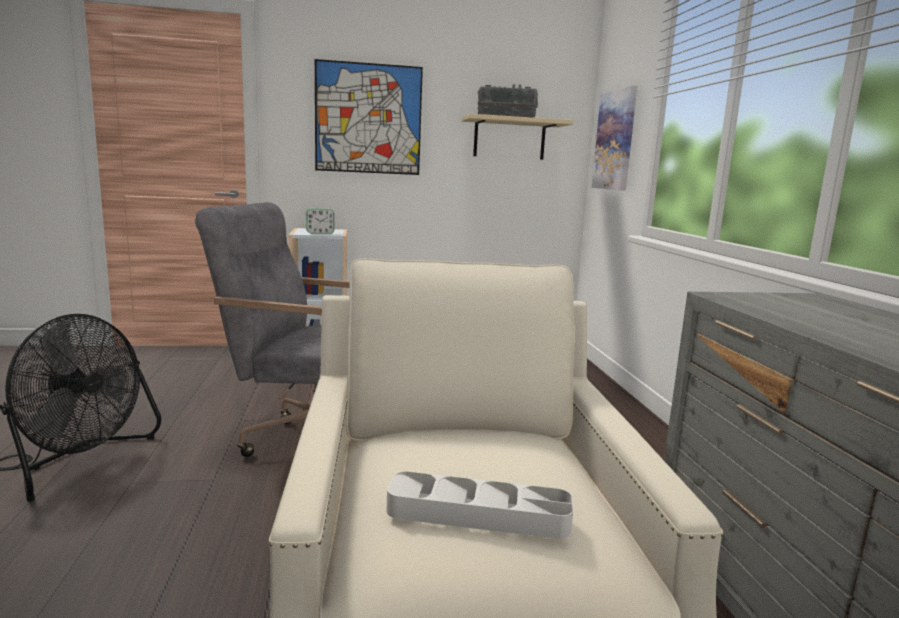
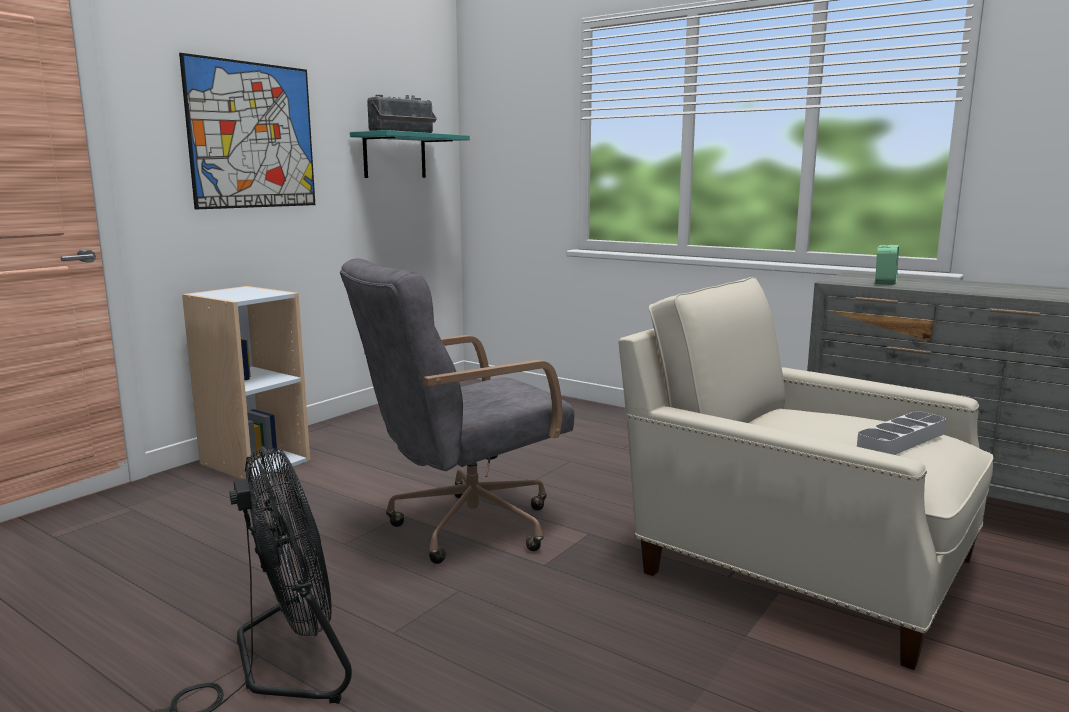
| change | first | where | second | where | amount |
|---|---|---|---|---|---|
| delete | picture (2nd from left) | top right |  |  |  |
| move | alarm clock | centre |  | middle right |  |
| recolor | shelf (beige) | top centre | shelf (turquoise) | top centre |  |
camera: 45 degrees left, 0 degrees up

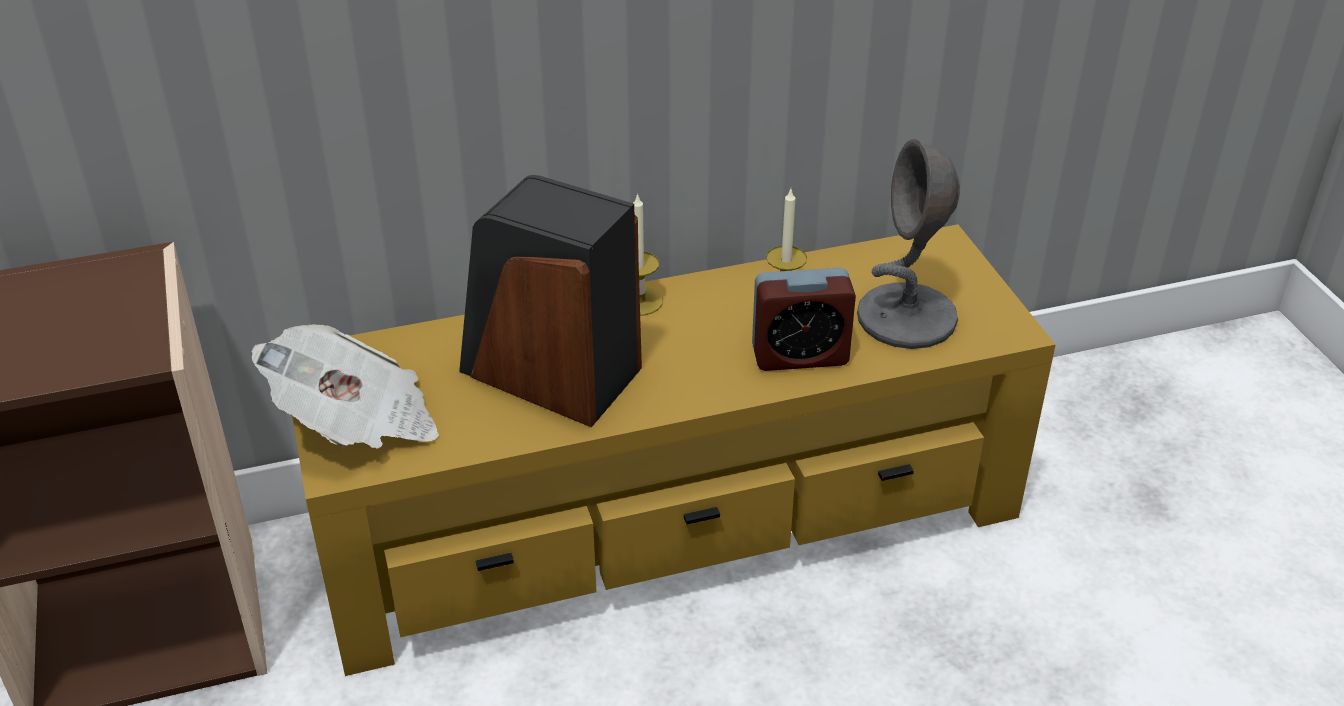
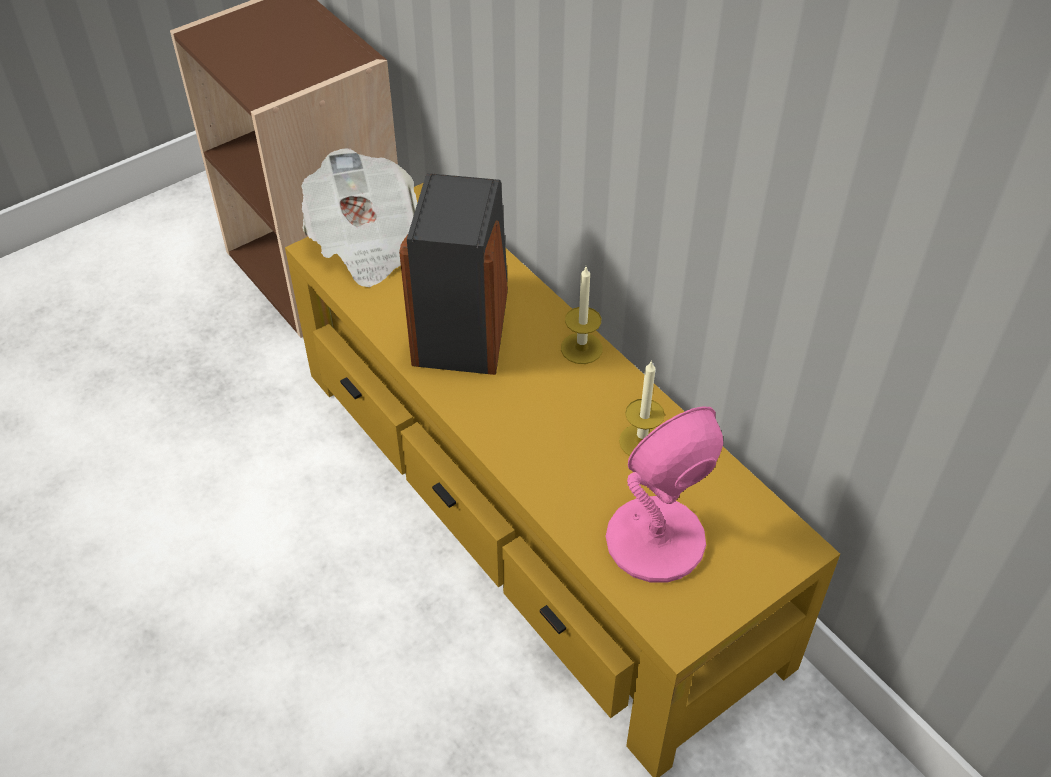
| change | first | where | second | where | amount |
|---|---|---|---|---|---|
| delete | alarm clock | centre |  |  |  |
| recolor | table lamp (grey) | middle right | table lamp (pink) | centre |  |
camera: 70 degrees right, 10 degrees up

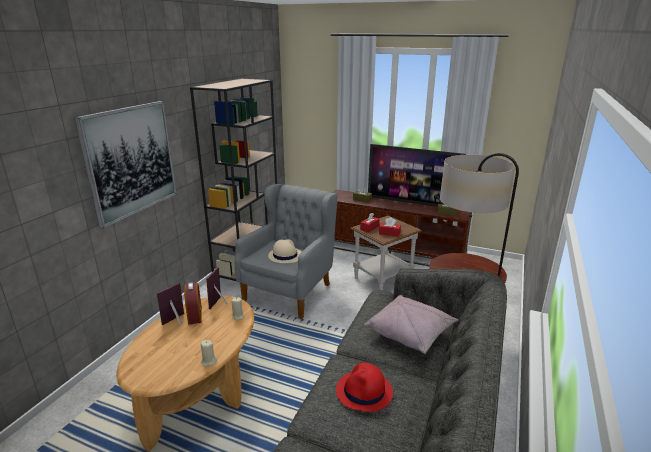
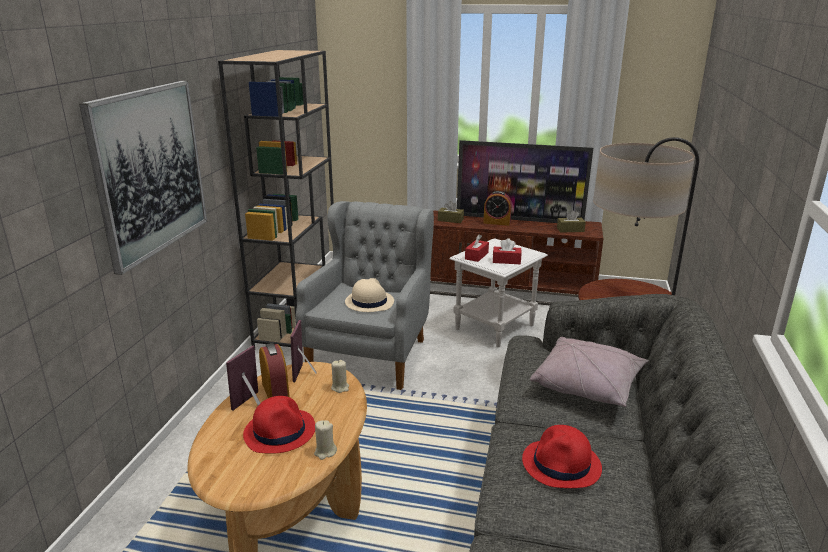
| change | first | where | second | where | amount |
|---|---|---|---|---|---|
| insert |  |  | hat (red) (1st from left) | bottom centre |  |
| insert |  |  | alarm clock (2nd from left) | centre |  |
| recolor | side table (brown) | centre | side table (white) | centre |  |
camera: 10 degrees left, 0 degrees up

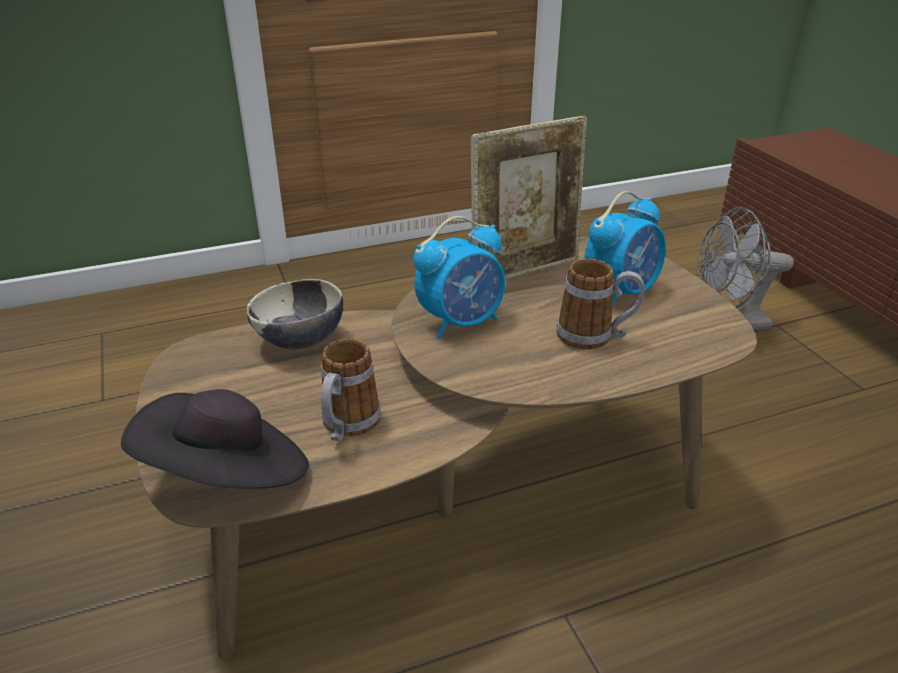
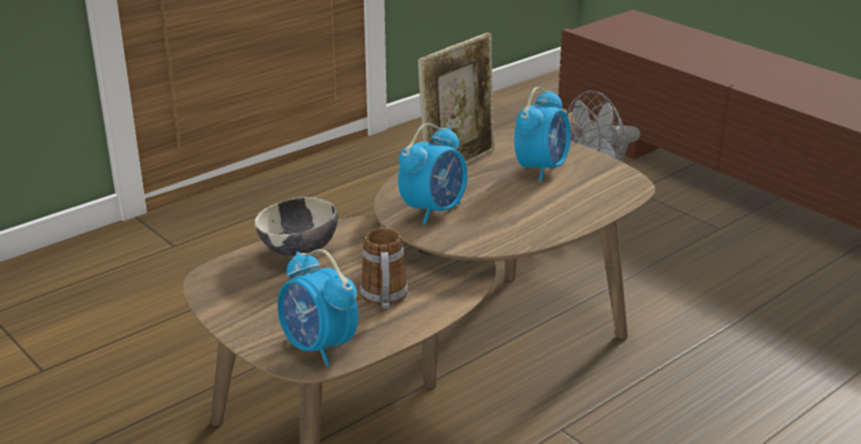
| change | first | where | second | where | amount |
|---|---|---|---|---|---|
| delete | mug (2nd from left) | middle right |  |  |  |
| replace | hat (black) | middle left | alarm clock (1st from left) | bottom centre |  |
camera: 20 degrees left, 5 degrees down

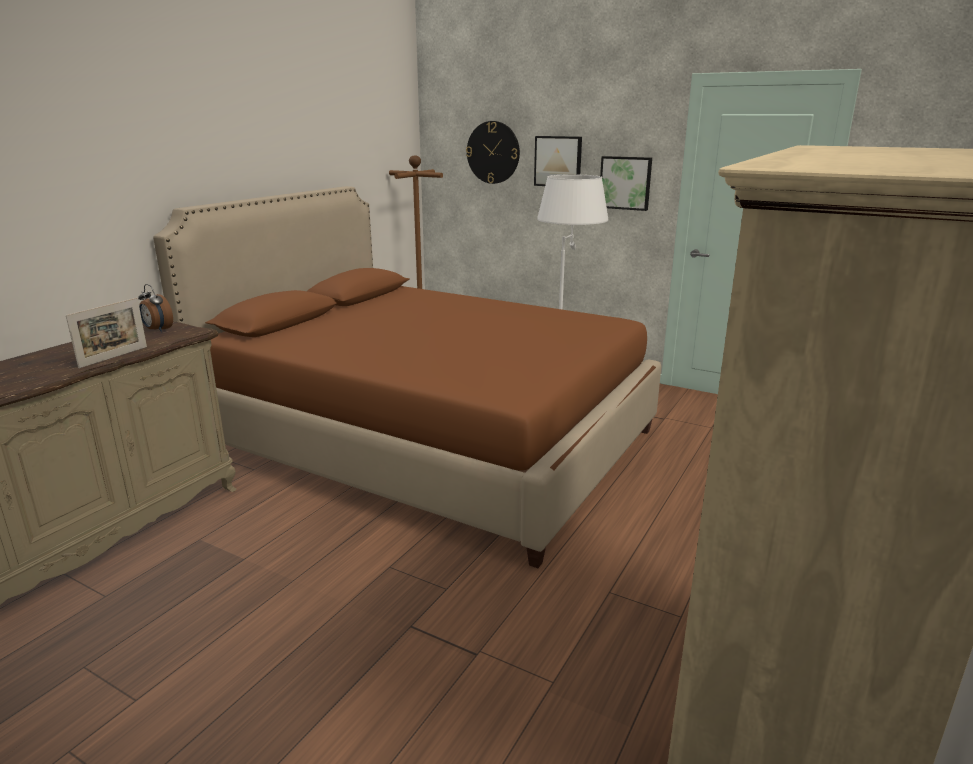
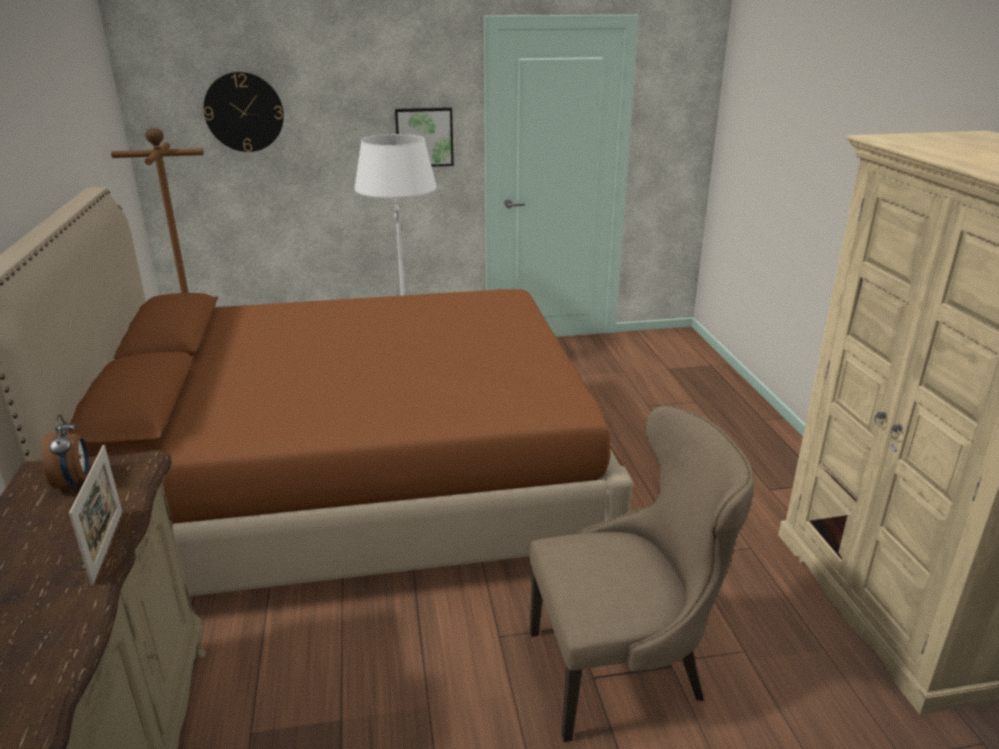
| change | first | where | second | where | amount |
|---|---|---|---|---|---|
| delete | picture (1st from left) | top centre |  |  |  |
| insert |  |  | chair (beige) | bottom centre |  |
| rotate | alarm clock | middle left |  | middle left | 105 degrees counterclockwise |
camera: 40 degrees left, 5 degrees up

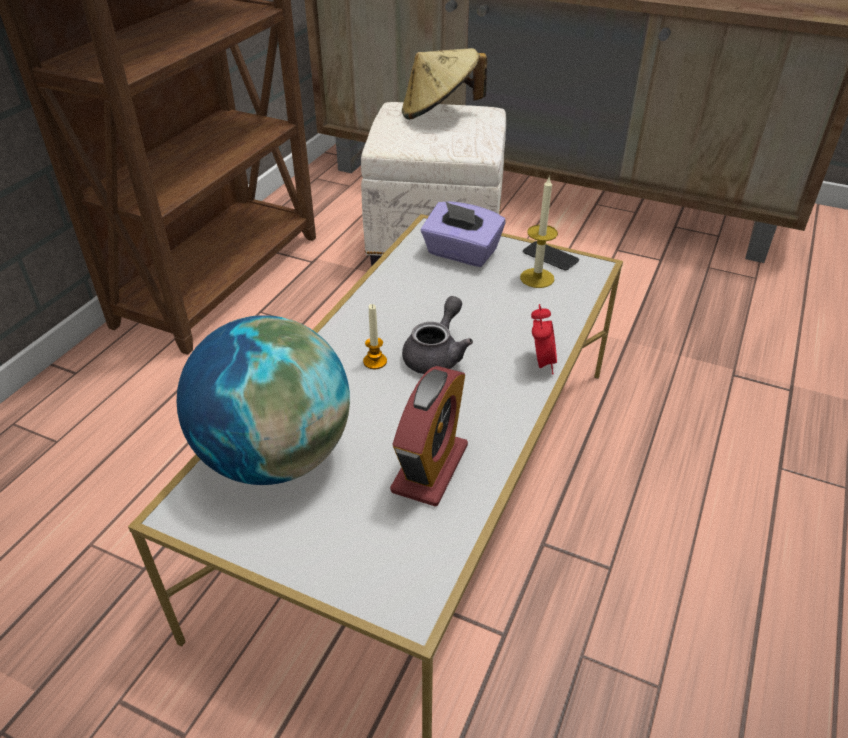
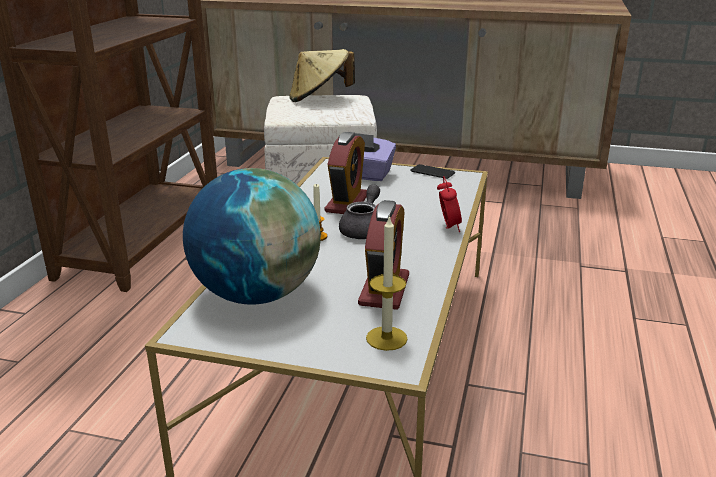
| change | first | where | second | where | amount |
|---|---|---|---|---|---|
| insert |  |  | alarm clock (1st from left) | centre |  |
| move | candle (2nd from left) | top centre |  | centre |  |
camera: 10 degrees left, 15 degrees down

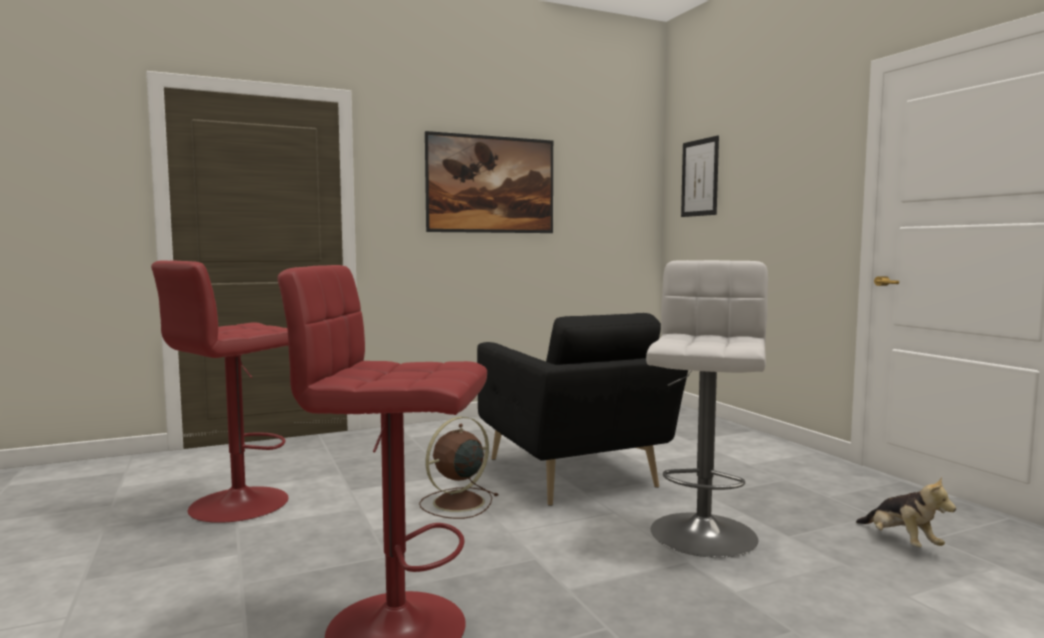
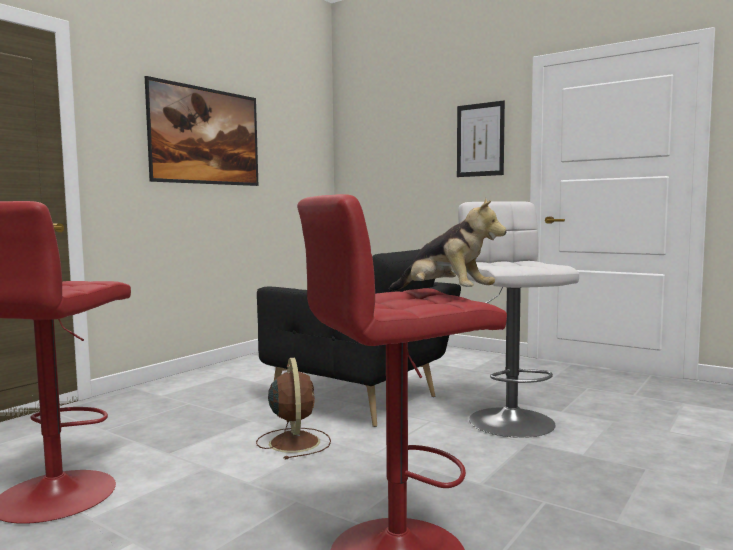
| change | first | where | second | where | amount |
|---|---|---|---|---|---|
| move | picture (2nd from left) | top right |  | top centre |  |
| move | plush toy | bottom right |  | centre |  |
| rotate | fan (brown) | bottom centre |  | bottom centre | 150 degrees clockwise |
camera: 30 degrees left, 0 degrees up

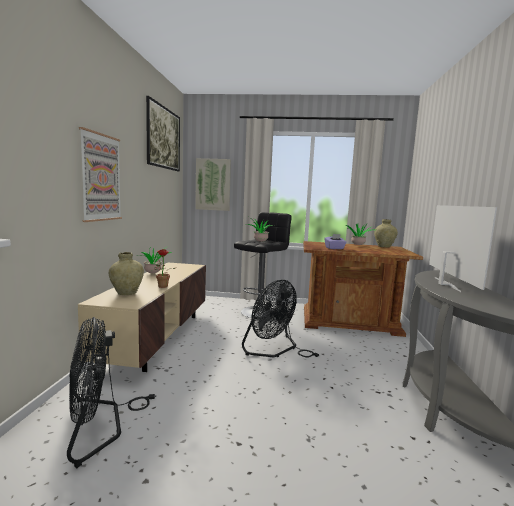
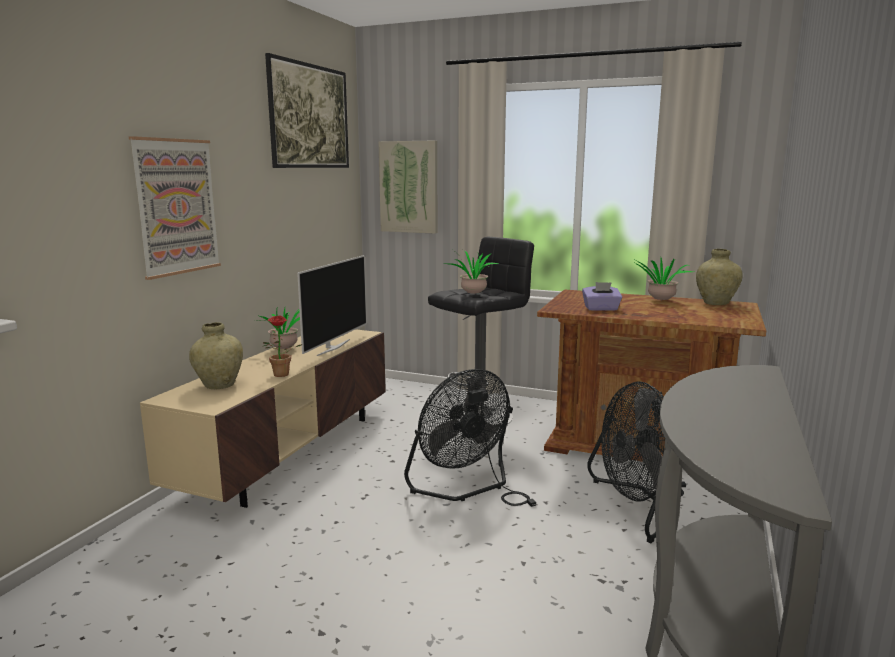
| change | first | where | second | where | amount |
|---|---|---|---|---|---|
| move | fan (black) (1st from left in the first image) | bottom left | fan (black) (2nd from left) | bottom right |  |
| move | television | middle right |  | centre |  |
camera: 15 degrees right, 5 degrees up

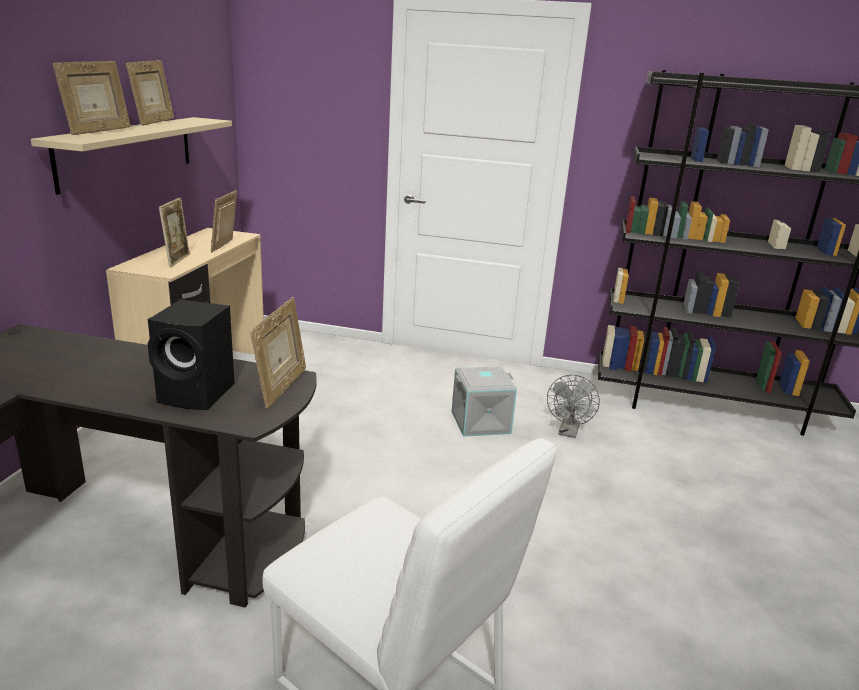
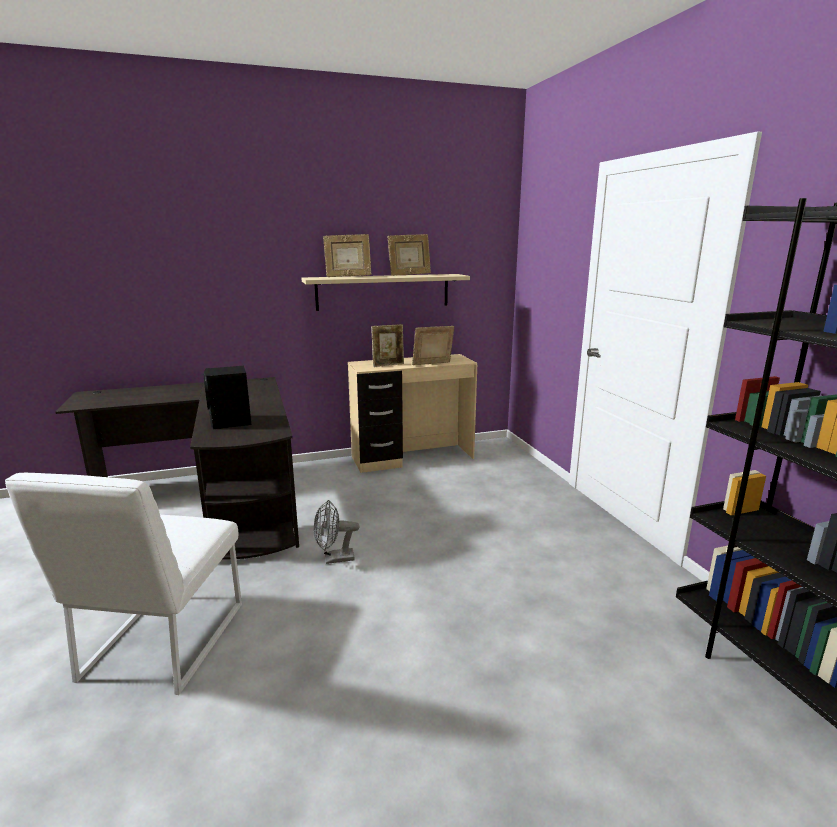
| change | first | where | second | where | amount |
|---|---|---|---|---|---|
| delete | picture frame (5th from left) | middle left |  |  |  |
| delete | storage box (grey) | centre |  |  |  |
| move | fan (grey) | middle right |  | centre |  |
camera: 60 degrees right, 5 degrees down

